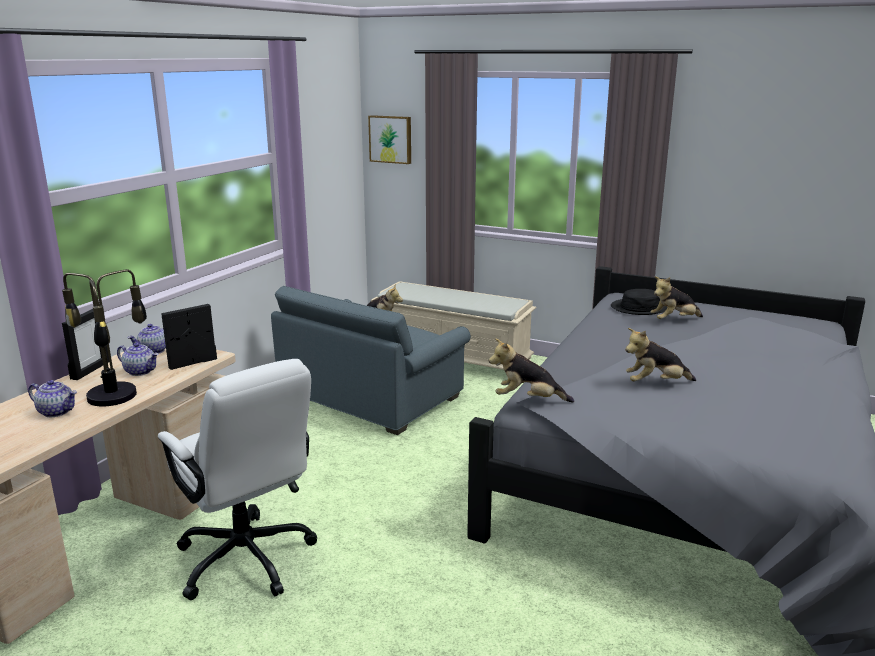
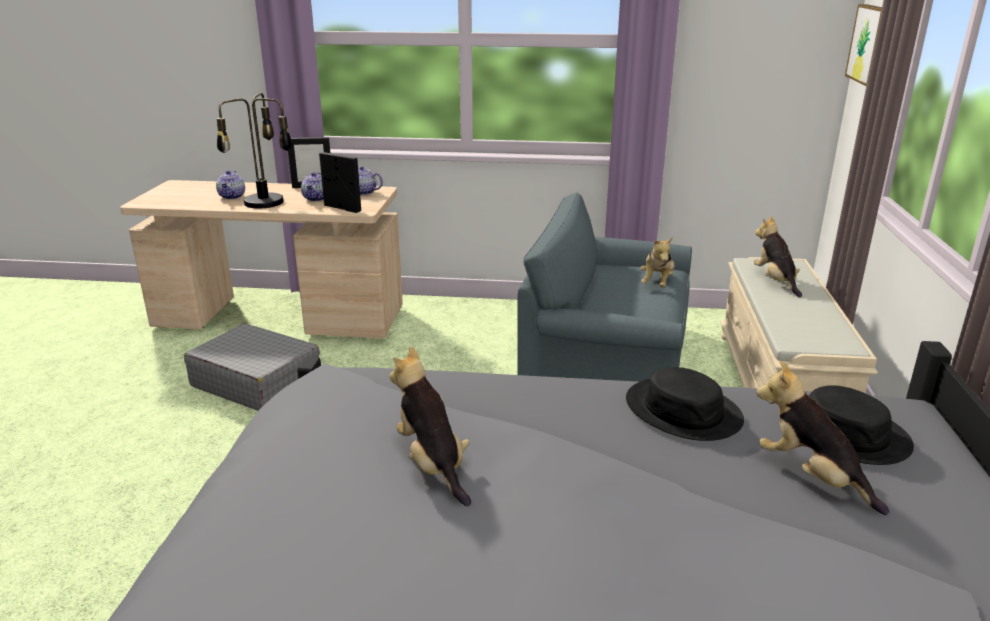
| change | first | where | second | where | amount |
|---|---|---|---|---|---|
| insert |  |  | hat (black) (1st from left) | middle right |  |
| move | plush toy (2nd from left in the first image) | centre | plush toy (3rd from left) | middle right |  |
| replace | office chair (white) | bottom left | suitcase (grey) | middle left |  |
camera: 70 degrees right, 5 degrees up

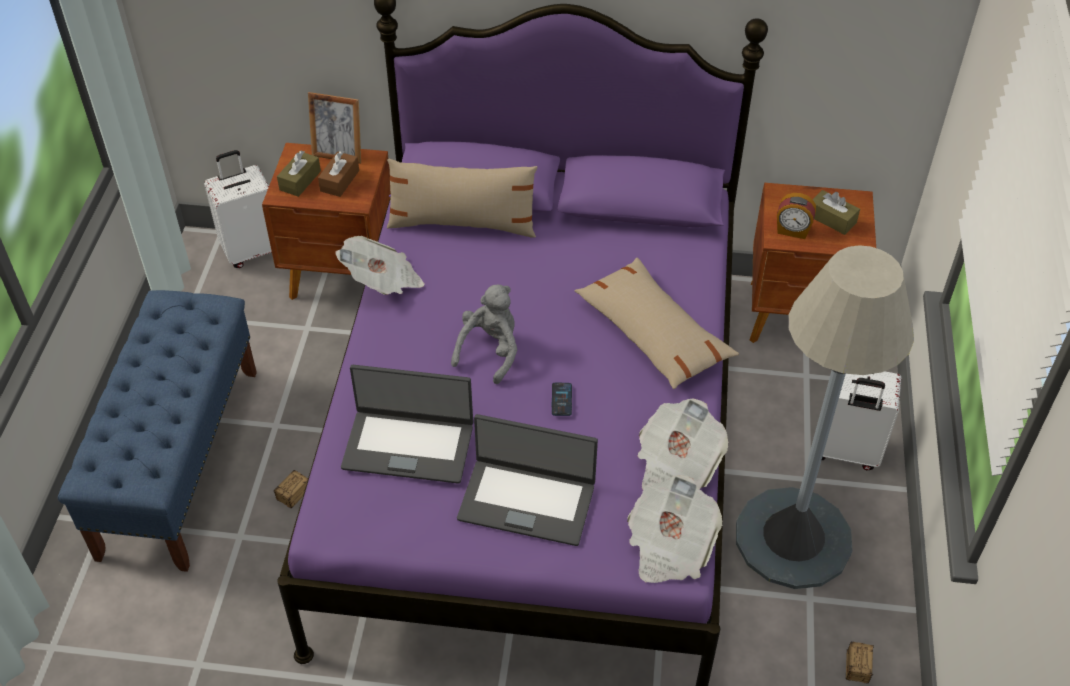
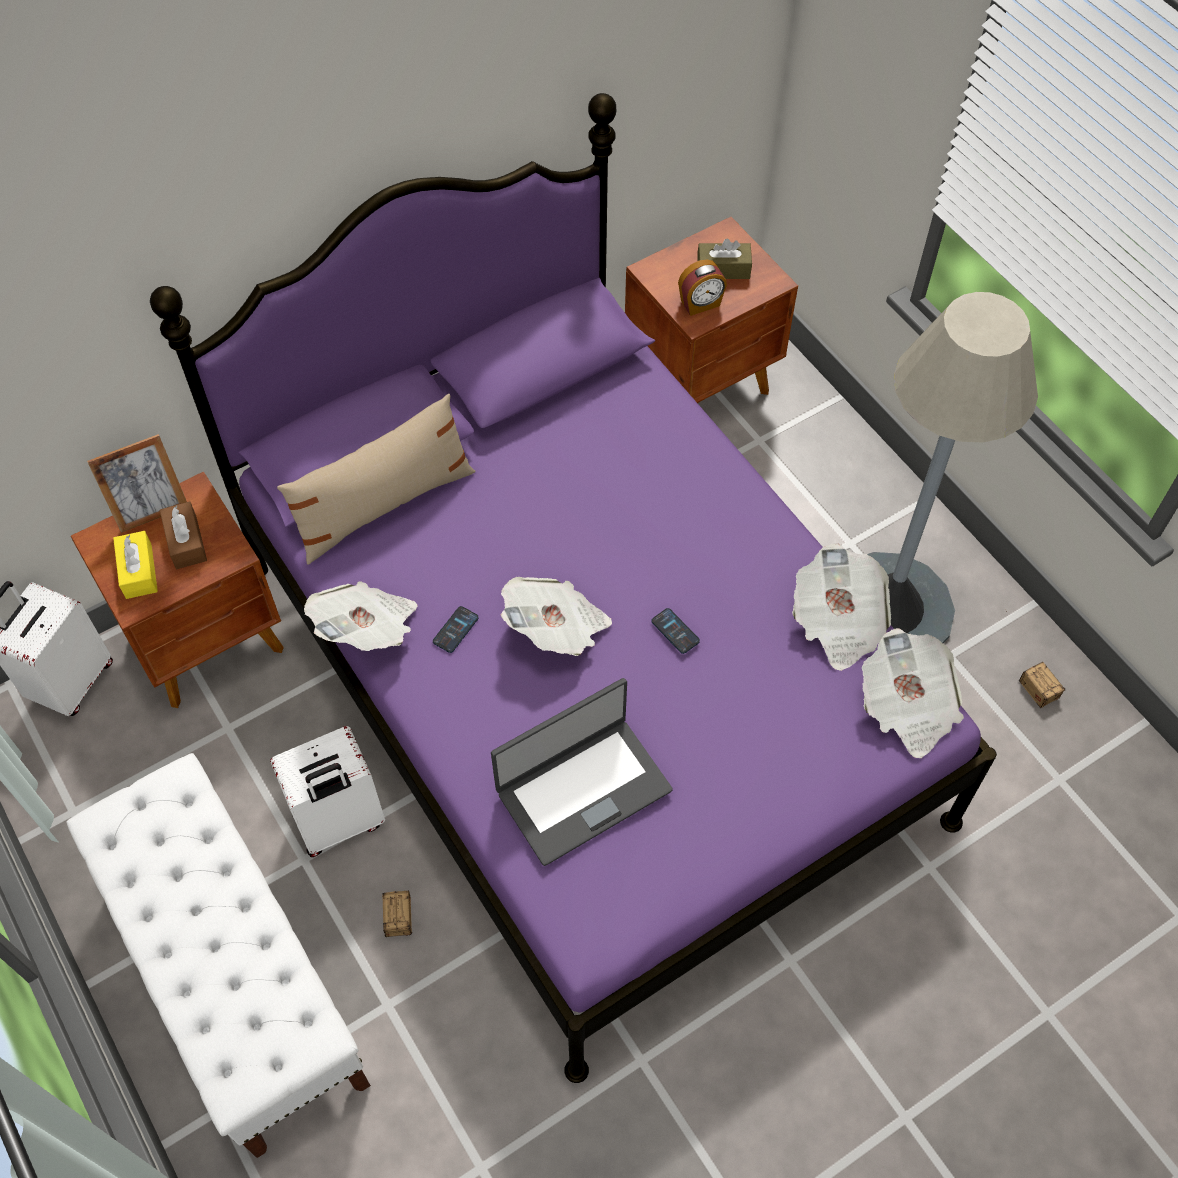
| change | first | where | second | where | amount |
|---|---|---|---|---|---|
| delete | laptop (2nd from left) | bottom centre |  |  |  |
| delete | pillow (beige) (2nd from left) | centre |  |  |  |
| insert |  |  | phone (1st from left) | centre |  |
| move | suitcase (white) (2nd from left) | middle right |  | bottom left |  |
| replace | plush toy (grey) | centre | newspaper (2nd from left) | centre |  |
| recolor | bench (blue) | middle left | bench (white) | bottom left |  |
| recolor | tissue box (brown) (1st from left) | top left | tissue box (yellow) | middle left |  |
camera: 40 degrees left, 10 degrees up

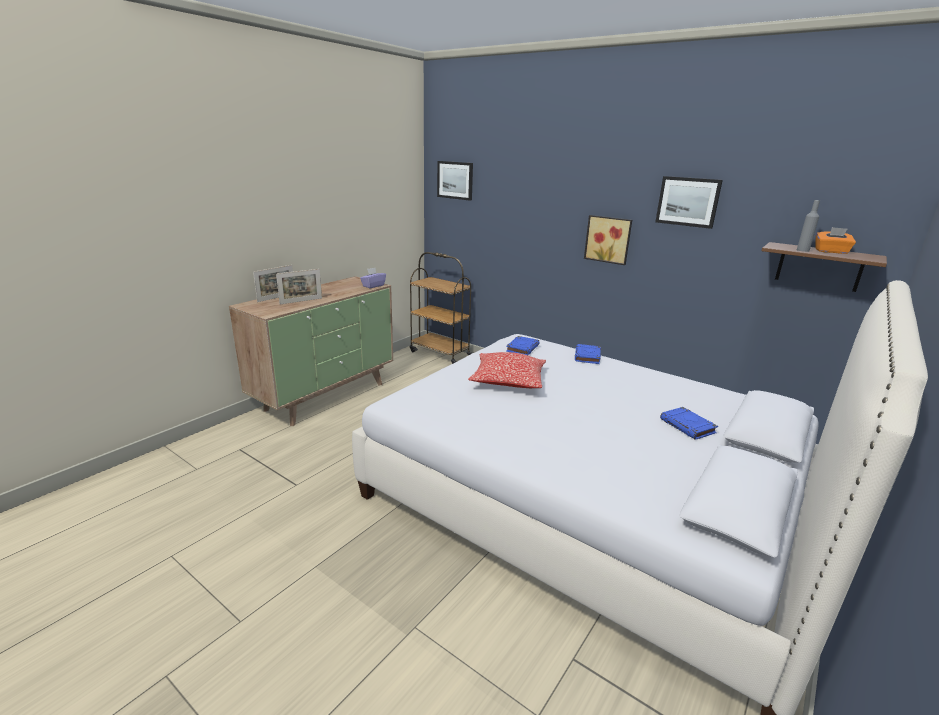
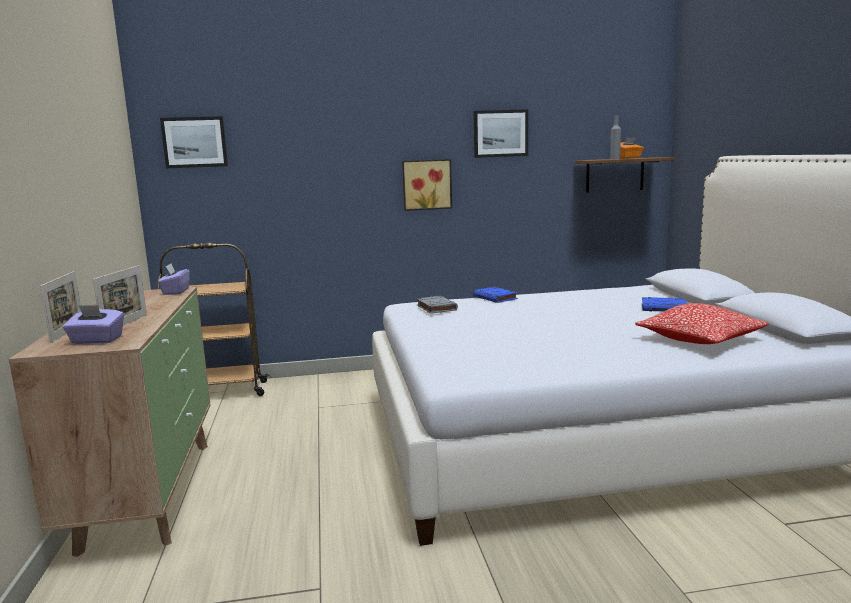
| change | first | where | second | where | amount |
|---|---|---|---|---|---|
| insert |  |  | tissue box (purple) (1st from left) | middle left |  |
| move | pillow | centre |  | middle right |  |
| recolor | book (blue) (1st from left) | centre | book (grey) | centre |  |
camera: 45 degrees left, 10 degrees down

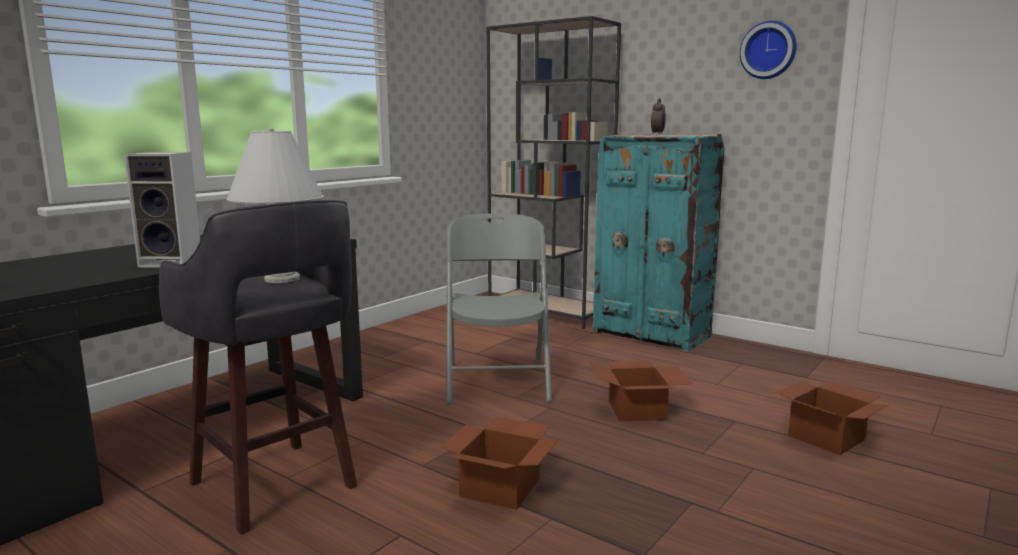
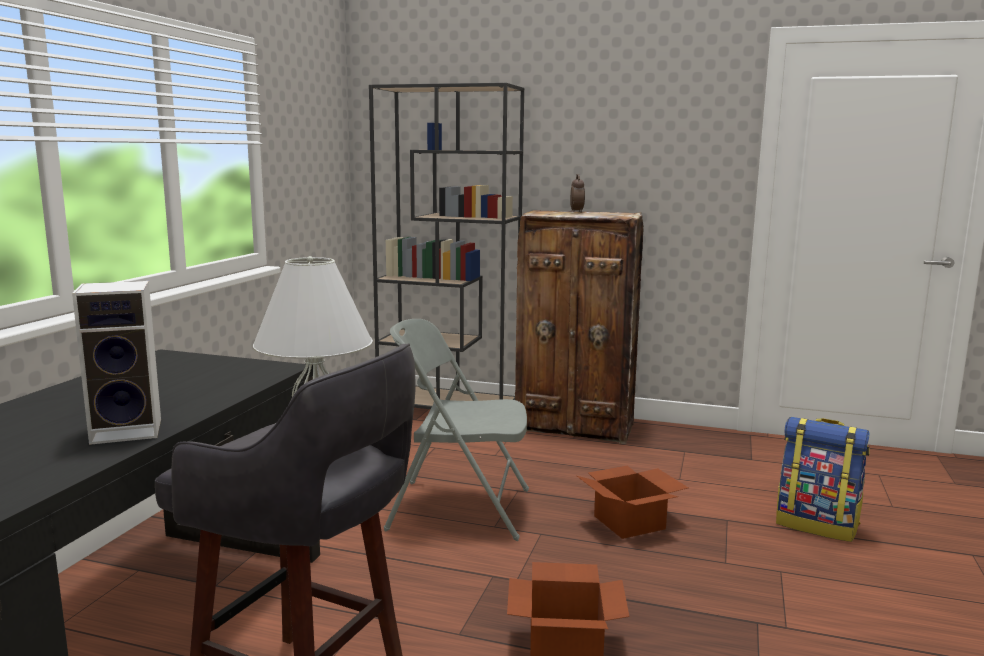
| change | first | where | second | where | amount |
|---|---|---|---|---|---|
| delete | wall clock | top right |  |  |  |
| replace | cardboard box (3rd from left) | bottom right | backpack | bottom right |  |
| recolor | cabinet (turquoise) | centre | cabinet (brown) | centre |  |
| rotate | chair (grey) | centre |  | centre | 60 degrees counterclockwise |
camera: 20 degrees left, 0 degrees up

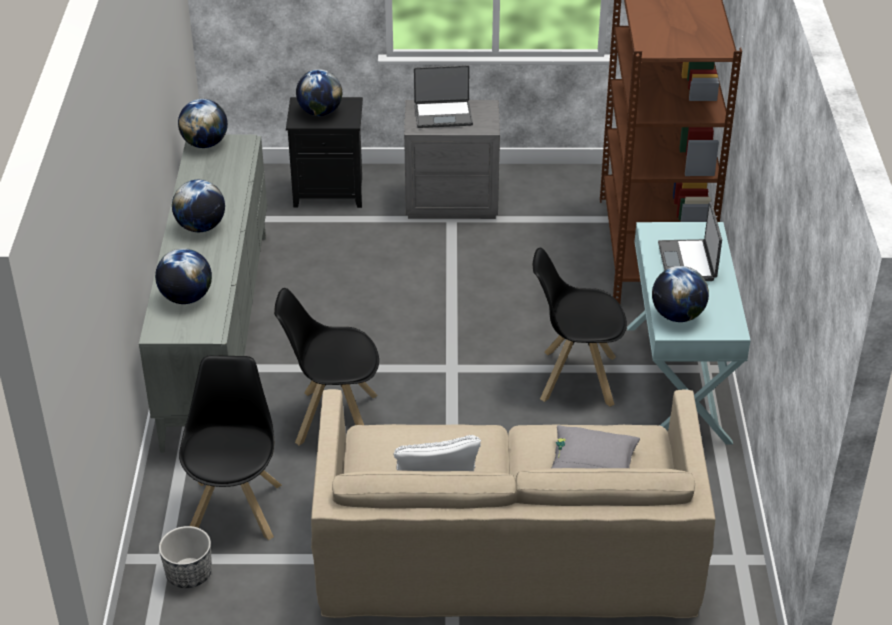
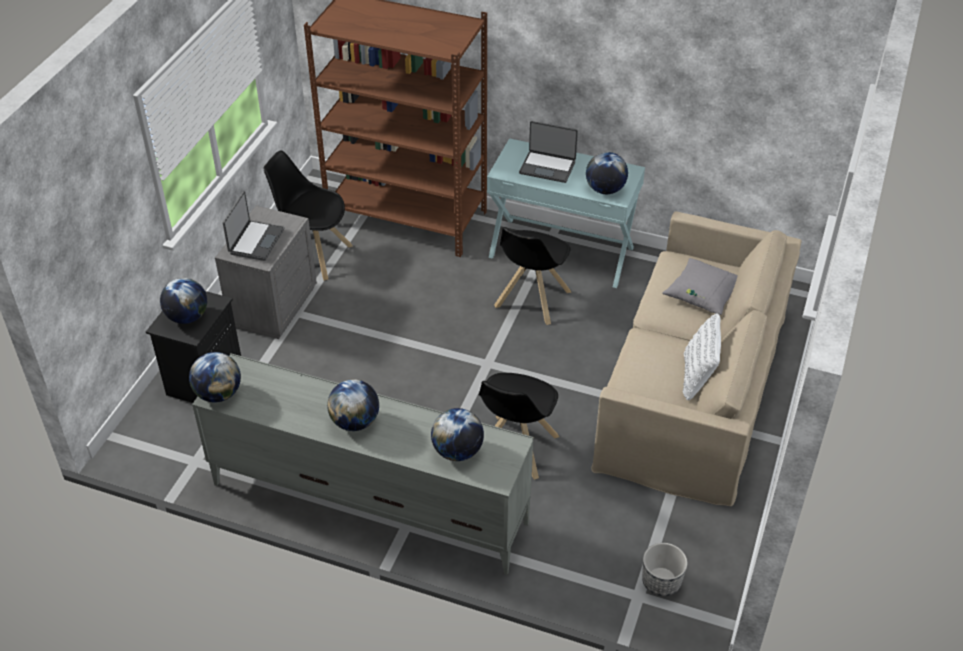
| change | first | where | second | where | amount |
|---|---|---|---|---|---|
| move | chair (black) (1st from left) | bottom left |  | top left |  |
camera: 70 degrees left, 5 degrees up

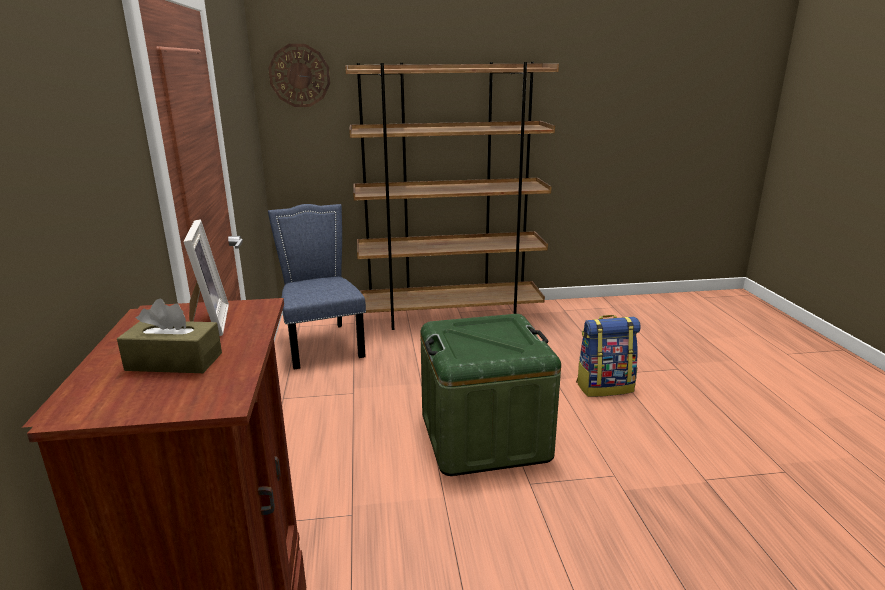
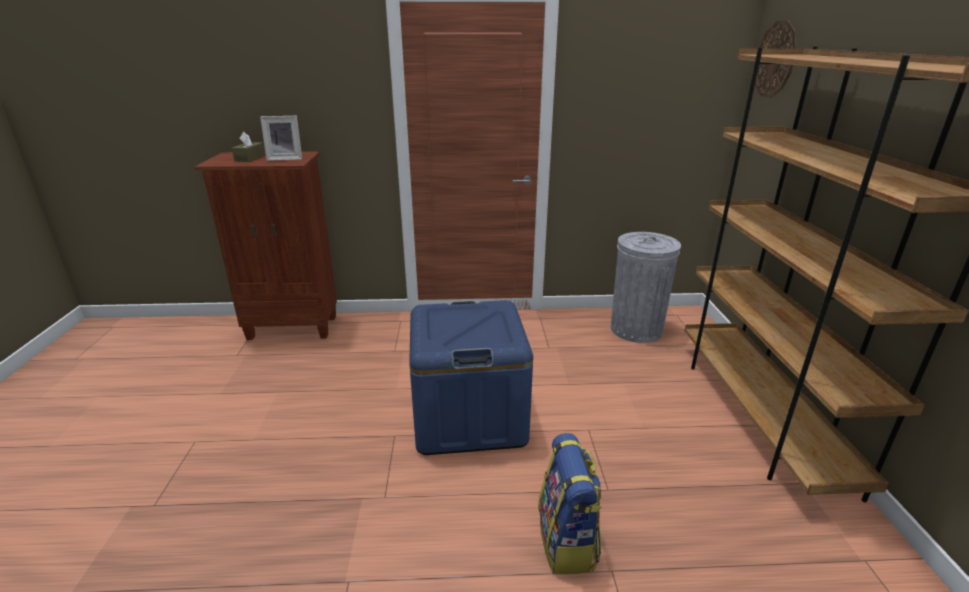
| change | first | where | second | where | amount |
|---|---|---|---|---|---|
| replace | chair (blue) | centre | trash can (grey) | middle right |  |
| recolor | storage box (green) | bottom centre | storage box (blue) | centre |  |
camera: 95 degrees right, 5 degrees up

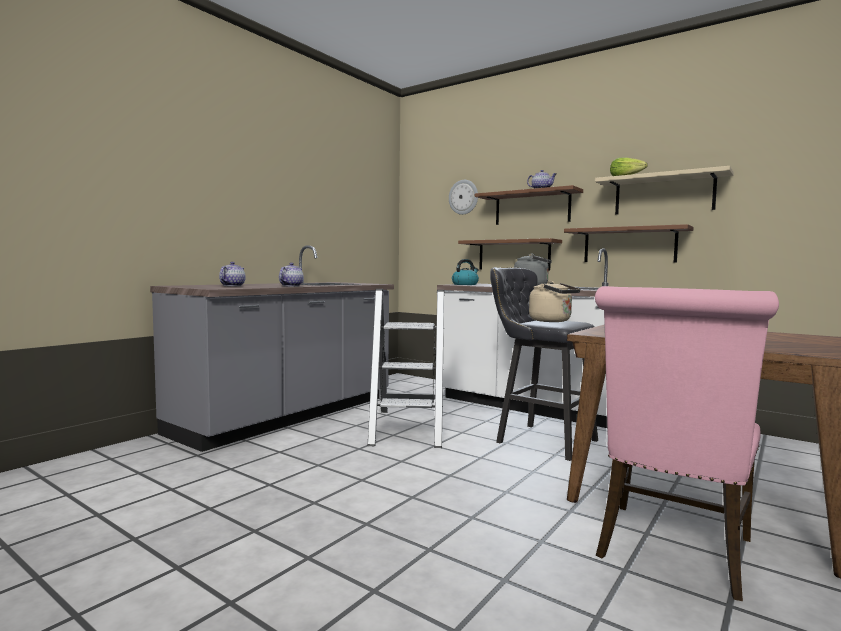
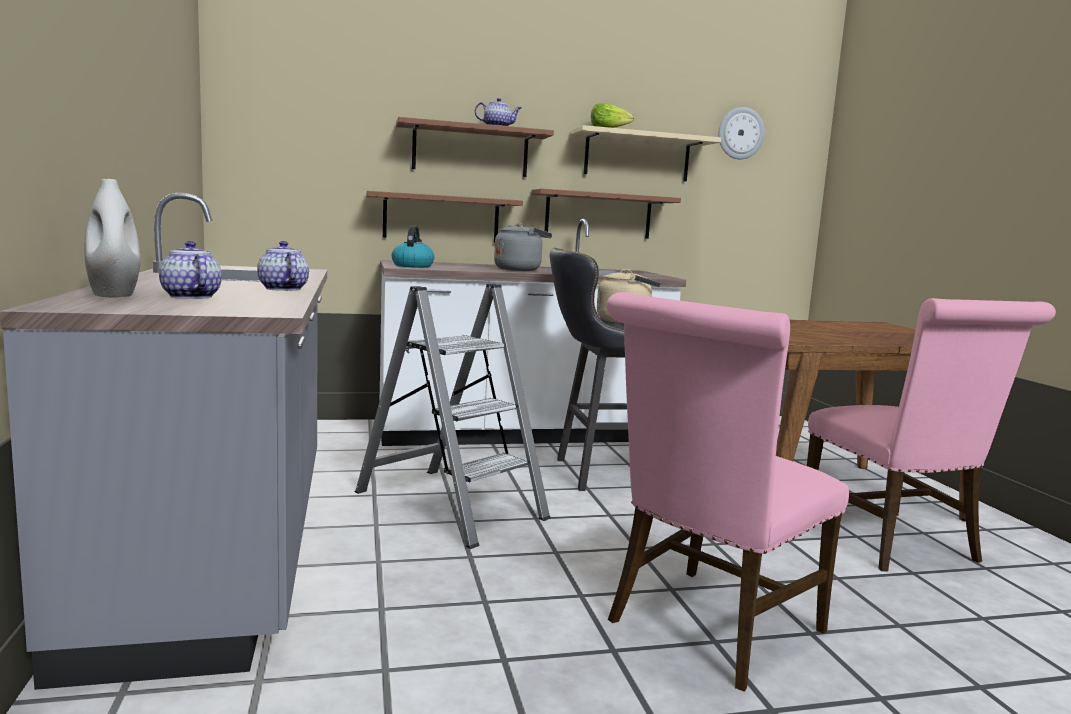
| change | first | where | second | where | amount |
|---|---|---|---|---|---|
| insert |  |  | vase (white) | middle left |  |
| insert |  |  | chair (pink) (1st from left) | bottom right |  |
| move | wall clock | top centre |  | top right |  |
camera: 50 degrees left, 5 degrees up

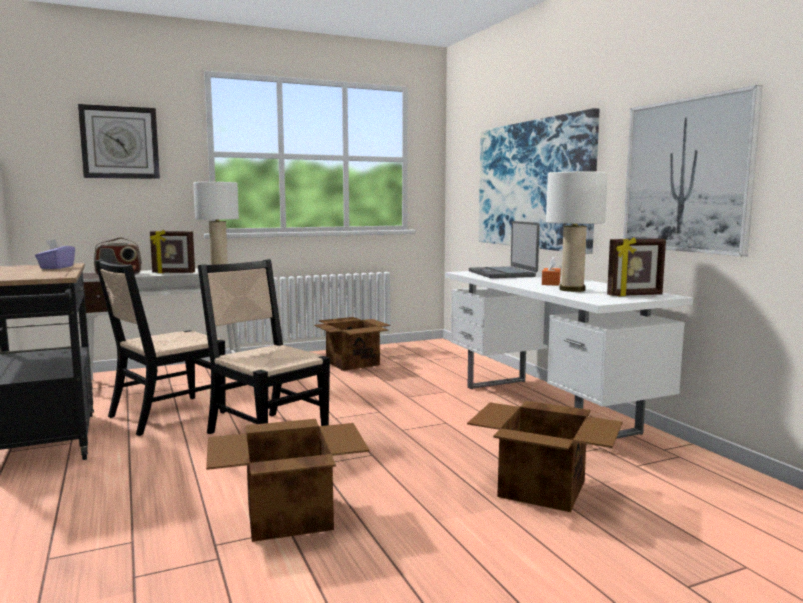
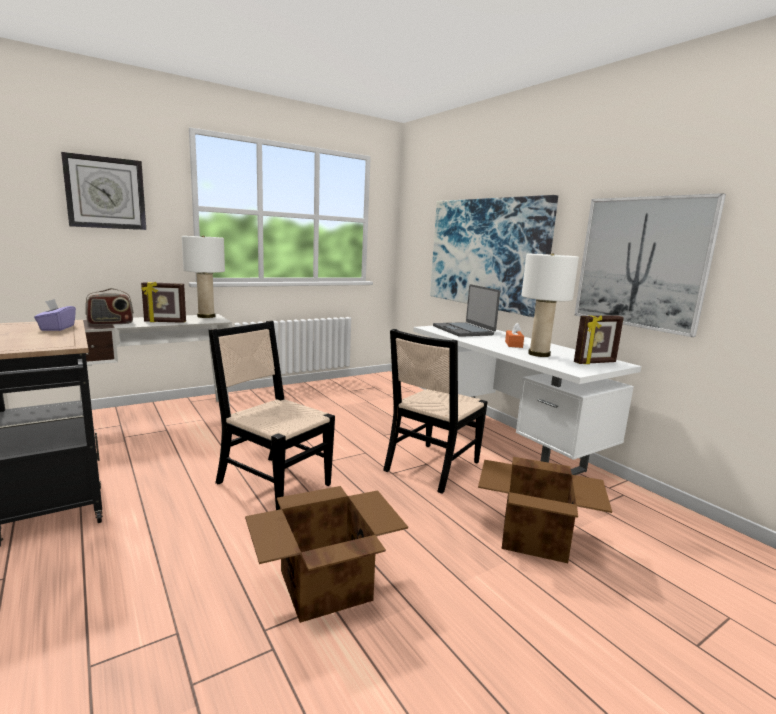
| change | first | where | second | where | amount |
|---|---|---|---|---|---|
| delete | cardboard box (2nd from left) | centre |  |  |  |
| move | chair (1st from left in the first image) | middle left | chair (2nd from left) | centre |  |
camera: 10 degrees left, 5 degrees up

